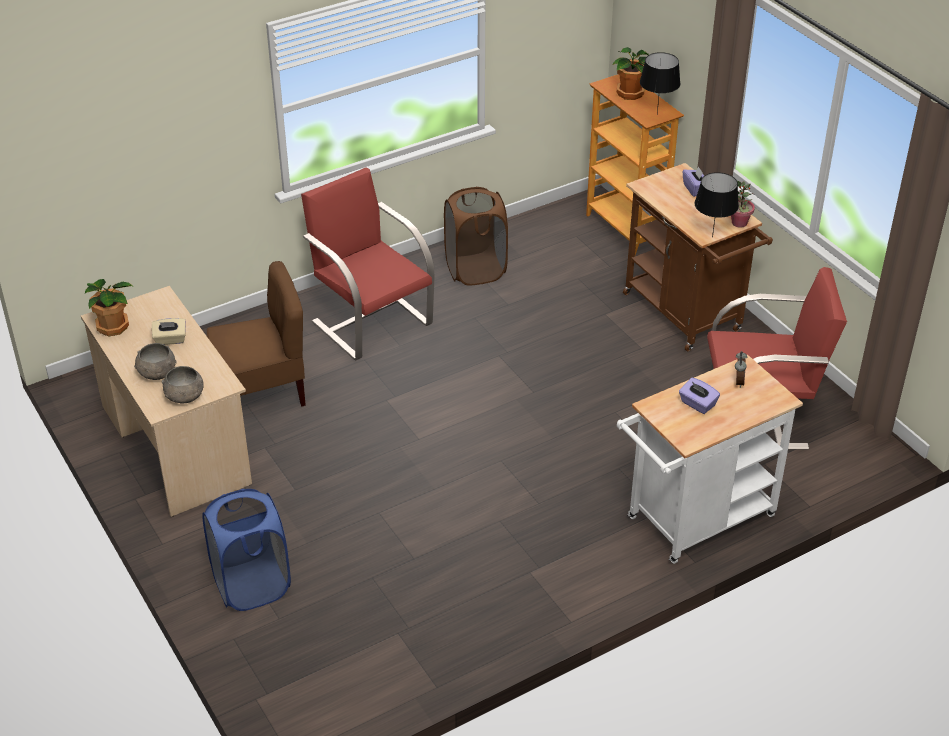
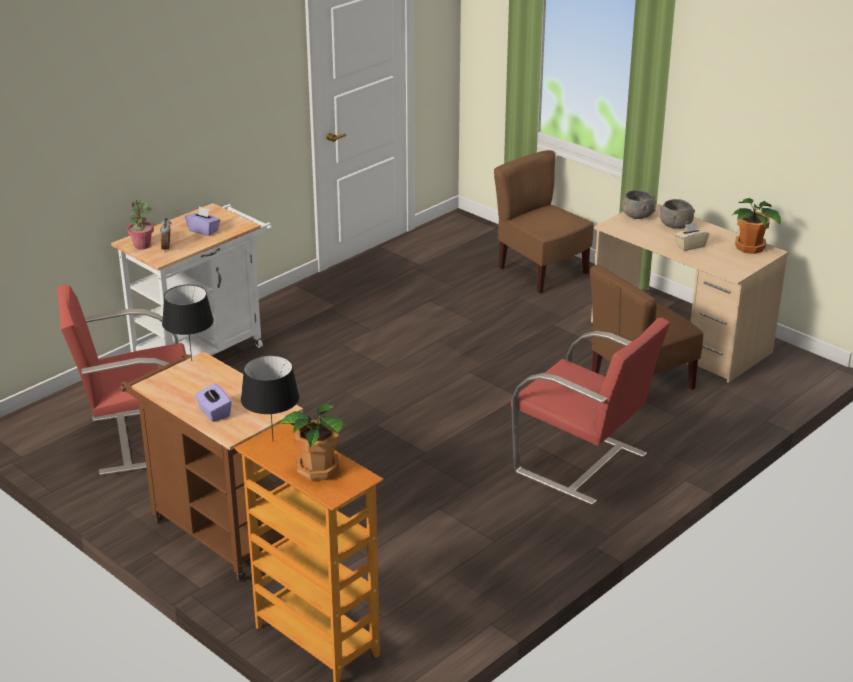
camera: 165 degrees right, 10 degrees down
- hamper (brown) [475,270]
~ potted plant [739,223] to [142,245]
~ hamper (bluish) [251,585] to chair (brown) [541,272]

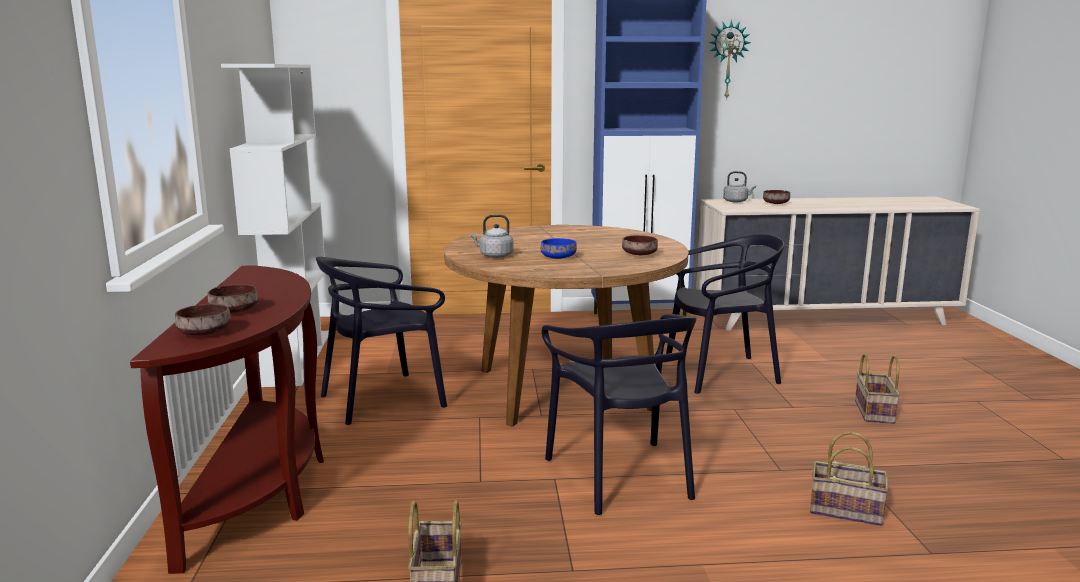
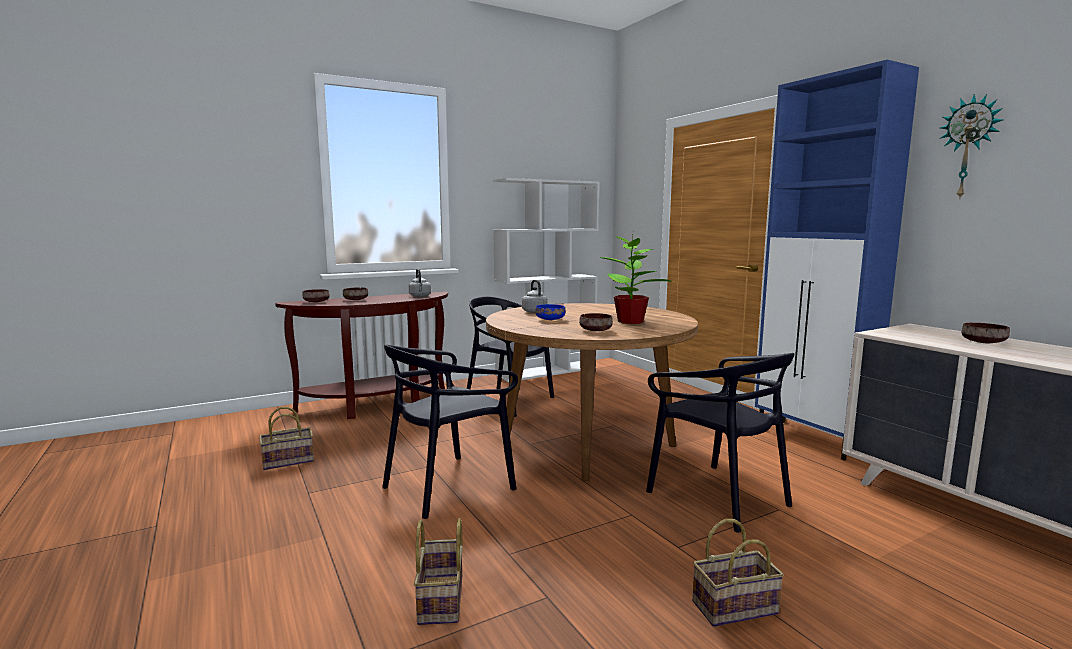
camera: 65 degrees right, 5 degrees down
+ potted plant [631,322]
~ kettle (gray) [736,201] to [420,296]

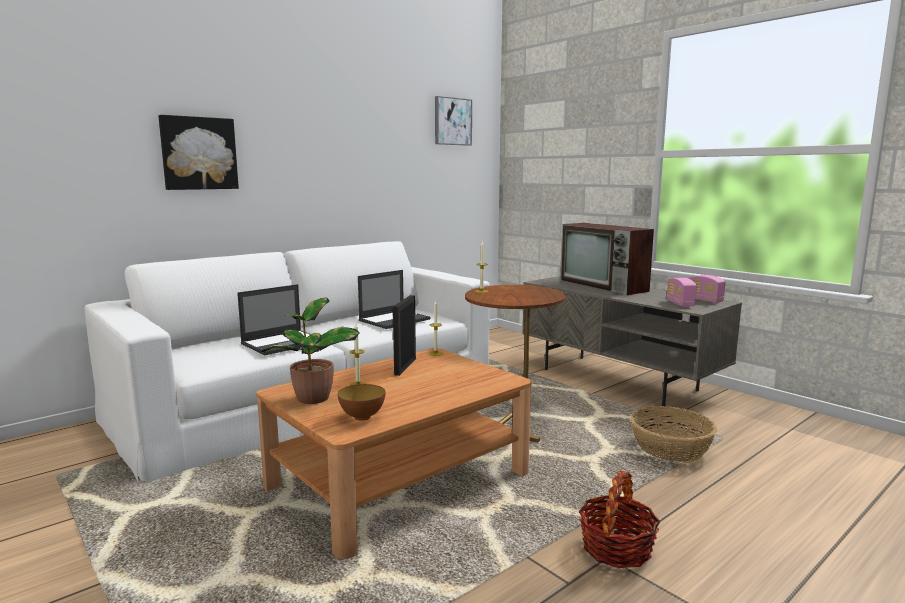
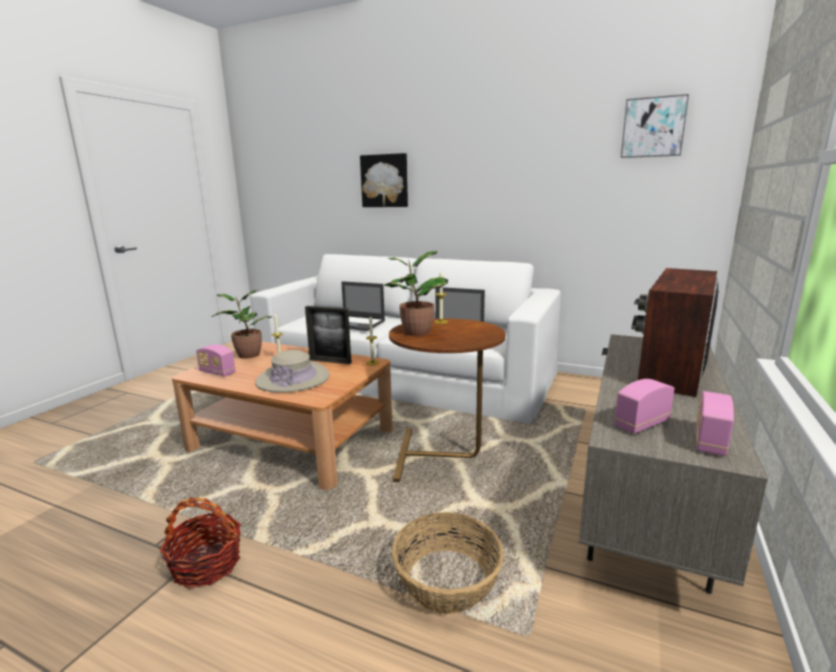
camera: 65 degrees right, 5 degrees up
+ clothing hat (beige-coloured) [293,379]
+ potted plant [415,332]
~ serving bowl [362,417] to radio set [217,372]
~ standing frame [405,366] = [330,361] 150 degrees counterclockwise

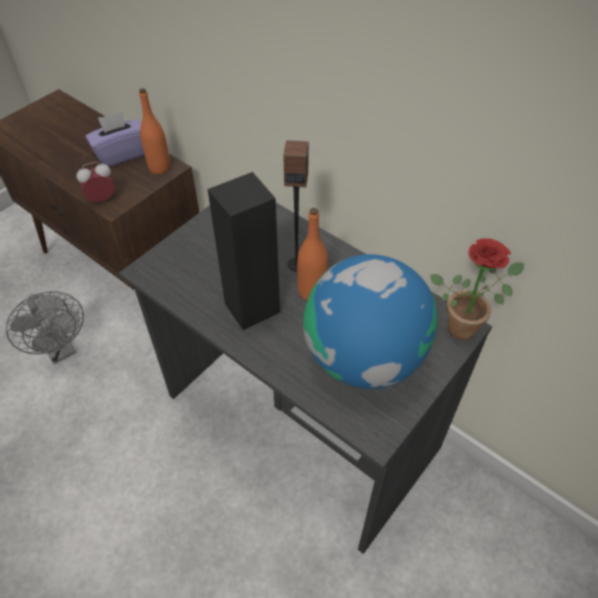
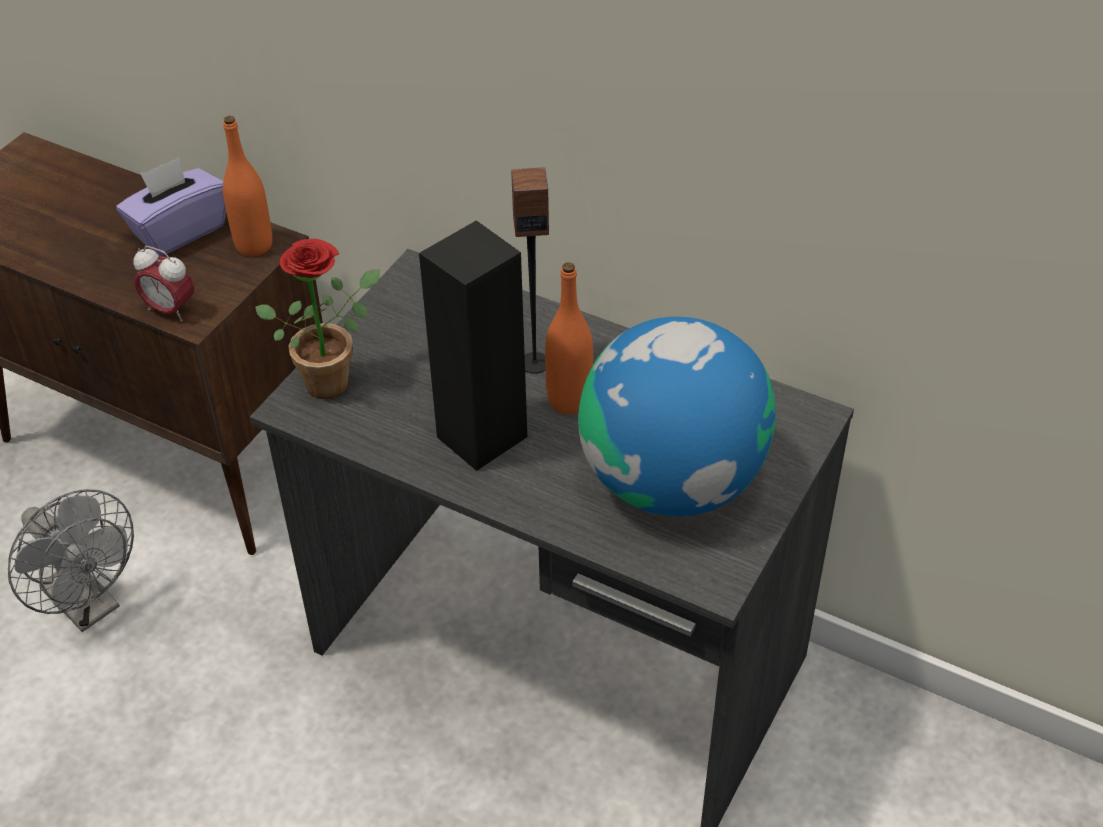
camera: 10 degrees left, 5 degrees down
~ potted plant [465,325] to [334,378]
~ table clock [102,199] = [170,310] 120 degrees counterclockwise

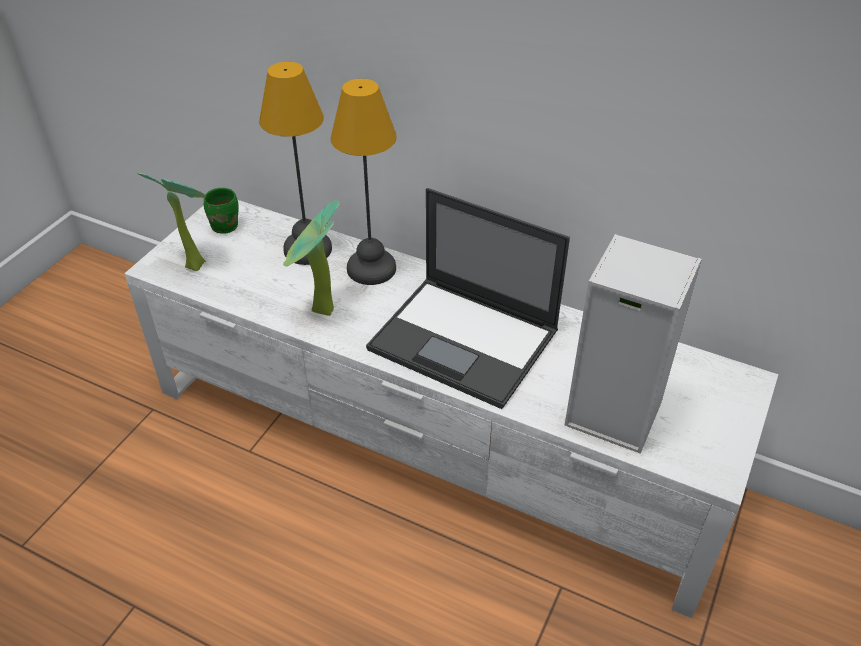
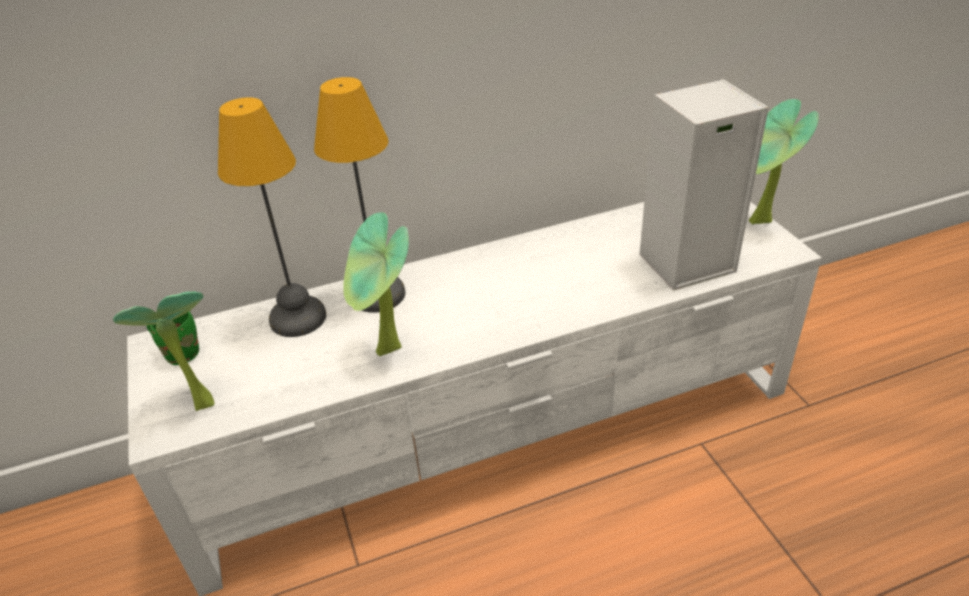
camera: 45 degrees left, 5 degrees down
- portable computer [465,341]
+ potted plant [759,224]

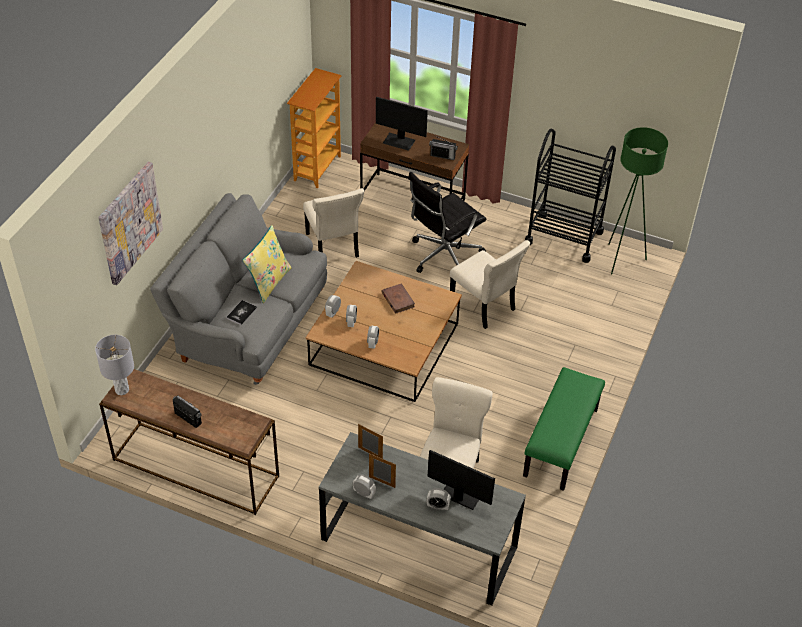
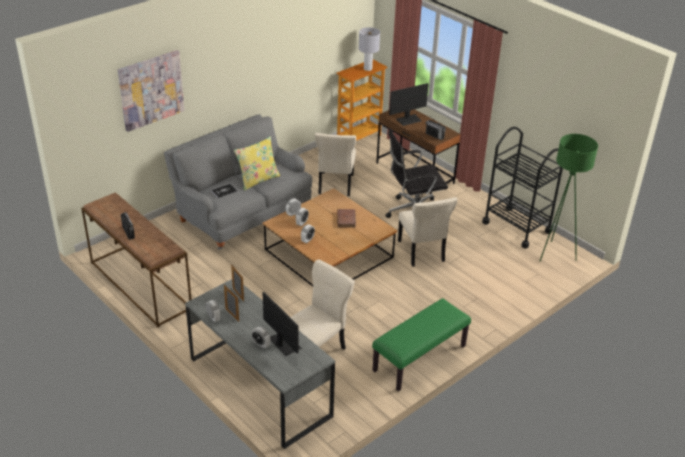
camera: 25 degrees right, 10 degrees down
~ tabletop lamp (gray) [122,390] to [368,69]
~ computer screen [399,141] = [408,119] 75 degrees counterclockwise

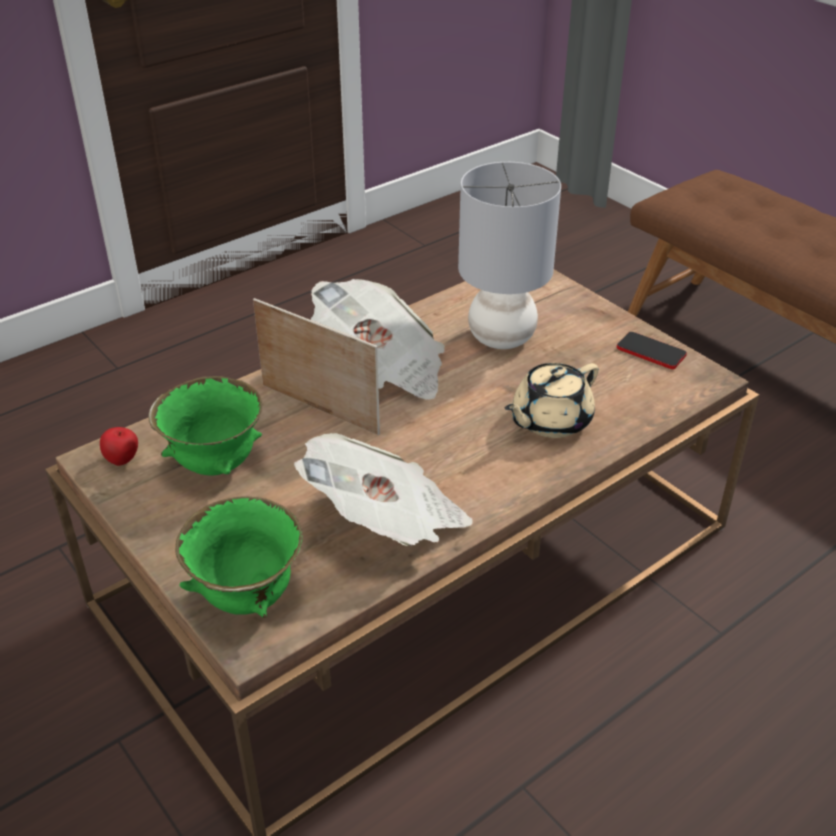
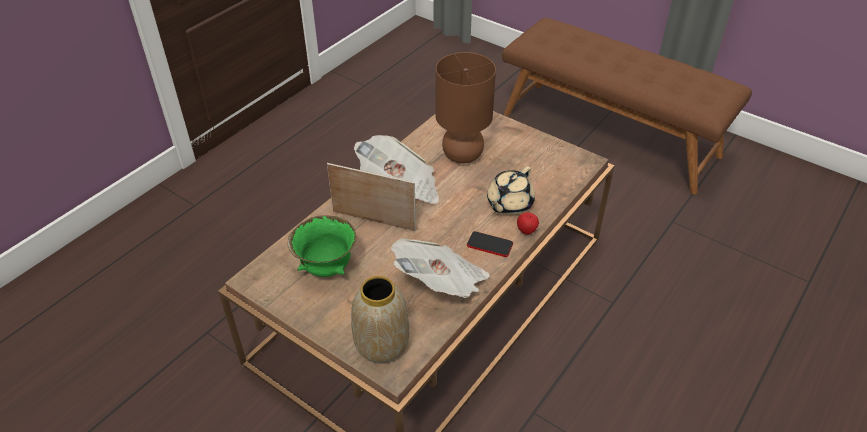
camera: 15 degrees left, 5 degrees up
~ whole apple [123,461] to [527,231]
~ handset [651,352] to [489,245]
~ serving bowl (green) [247,598] to decorative vase [381,345]
~ tabletop lamp (gray) [500,337] to tabletop lamp (brown) [462,155]

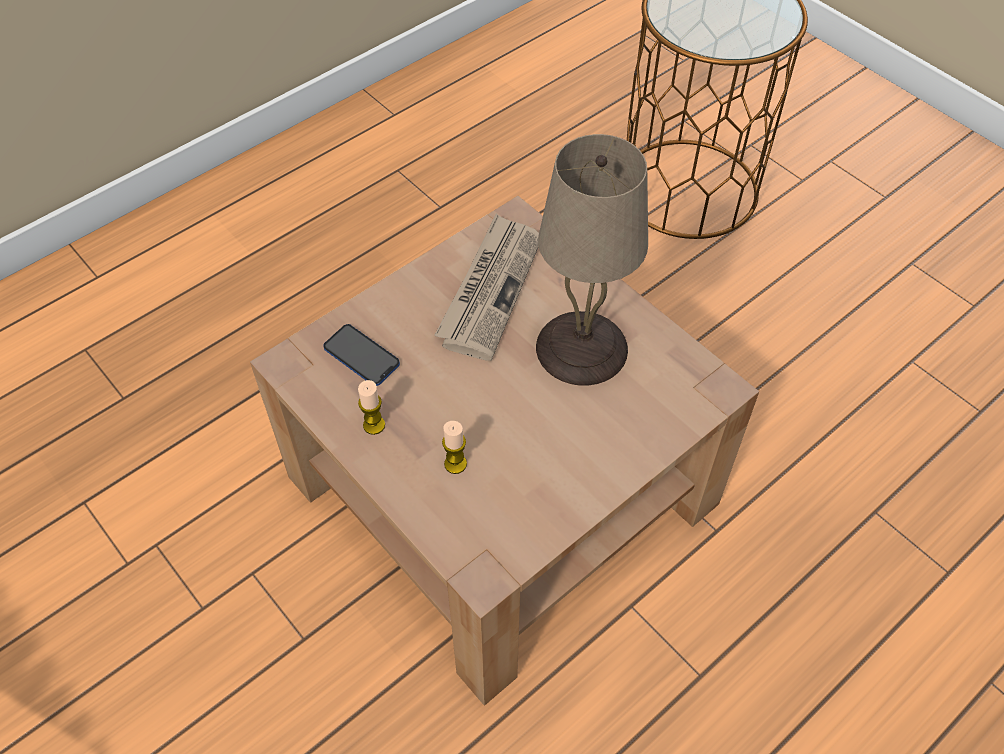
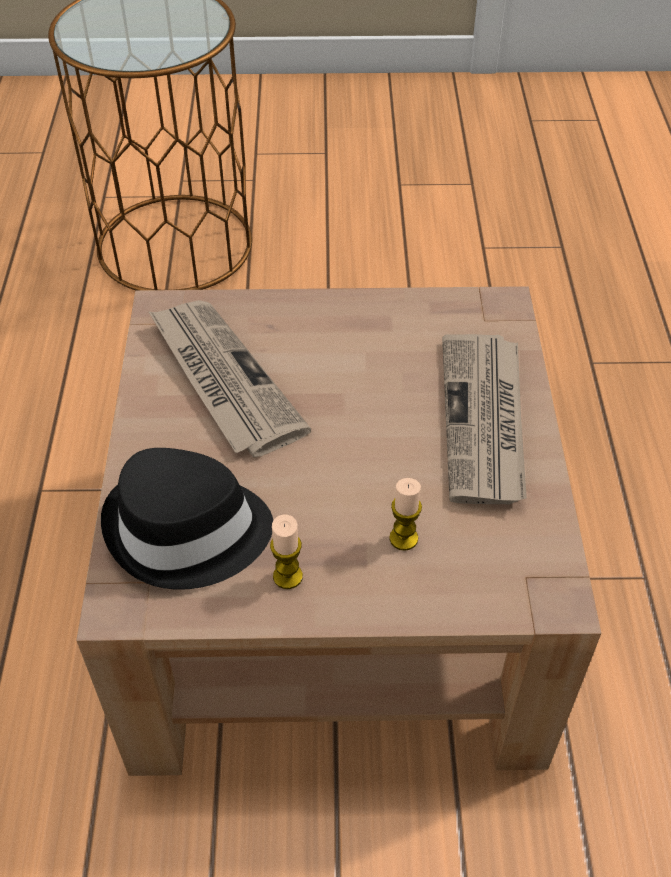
camera: 50 degrees left, 5 degrees down
- tabletop lamp (beige-coloured) [582,346]
+ daily paper [484,421]
~ handset [361,356] to clothing hat (black) [188,532]

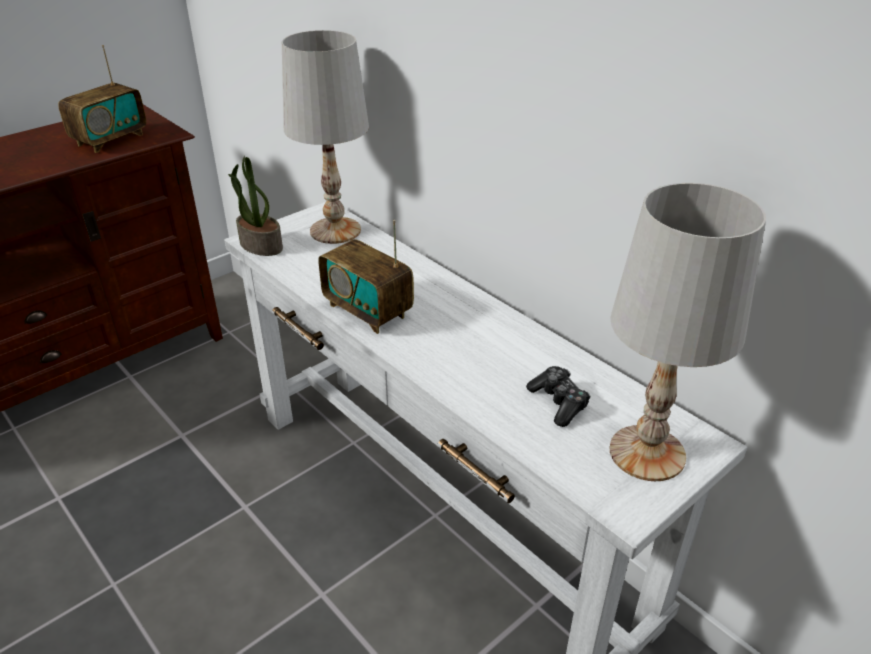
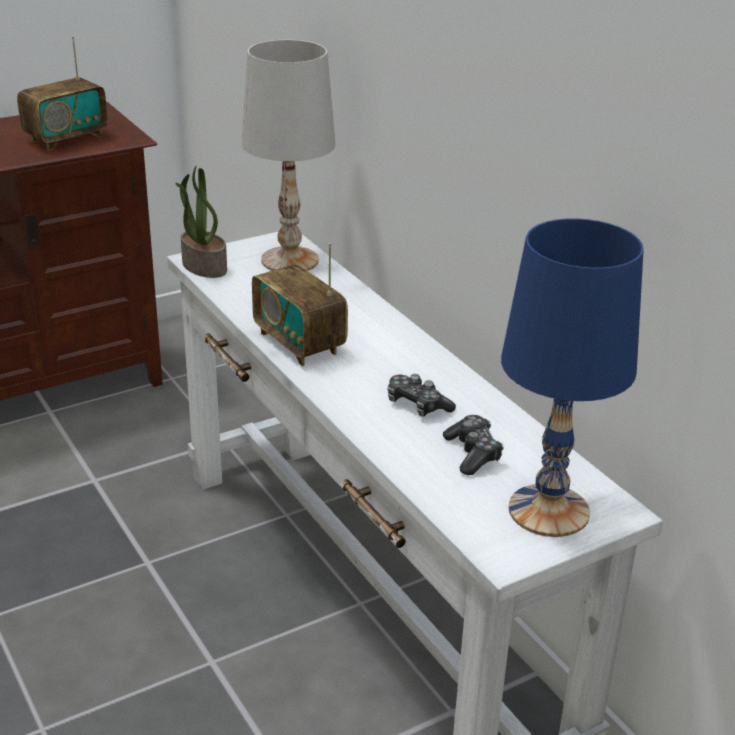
camera: 10 degrees right, 5 degrees down
+ gamepad [417,405]
~ tabletop lamp (white) [647,452] to tabletop lamp (bluish) [549,510]

